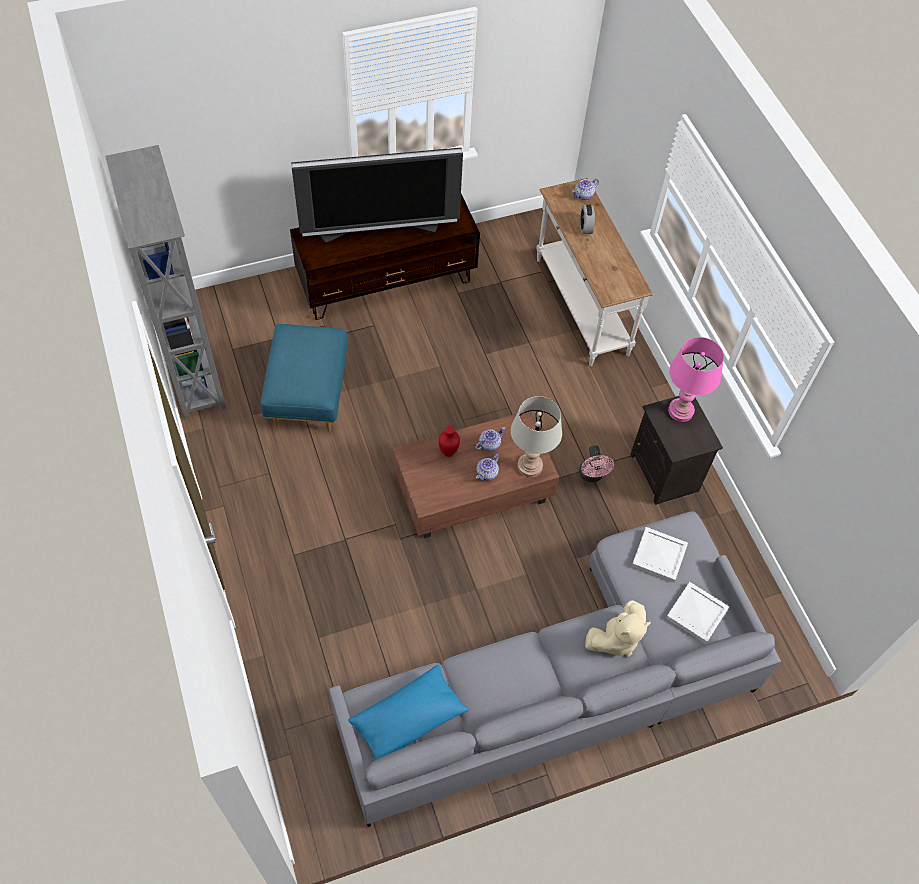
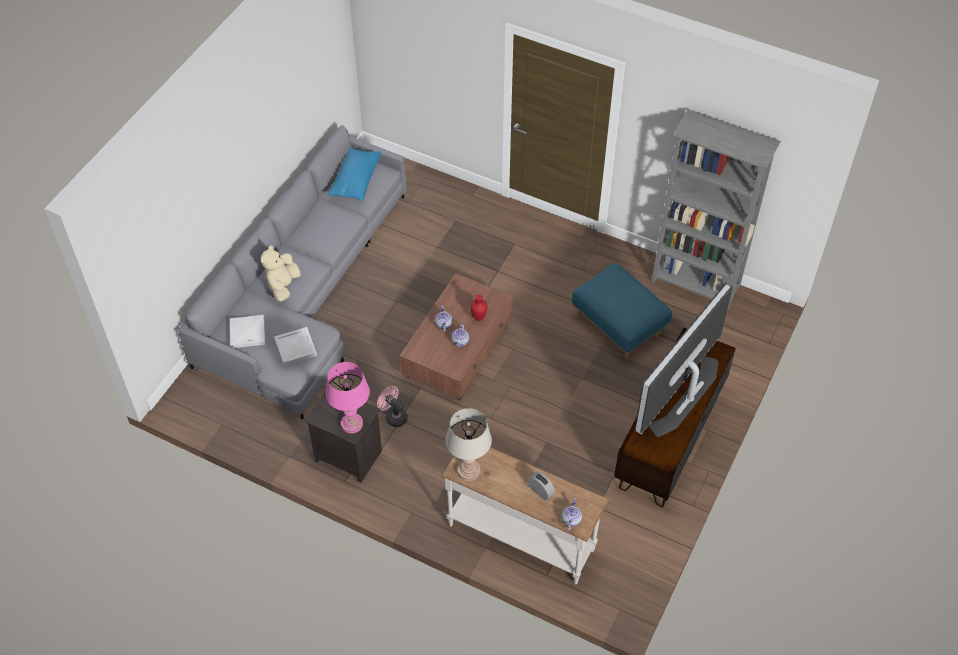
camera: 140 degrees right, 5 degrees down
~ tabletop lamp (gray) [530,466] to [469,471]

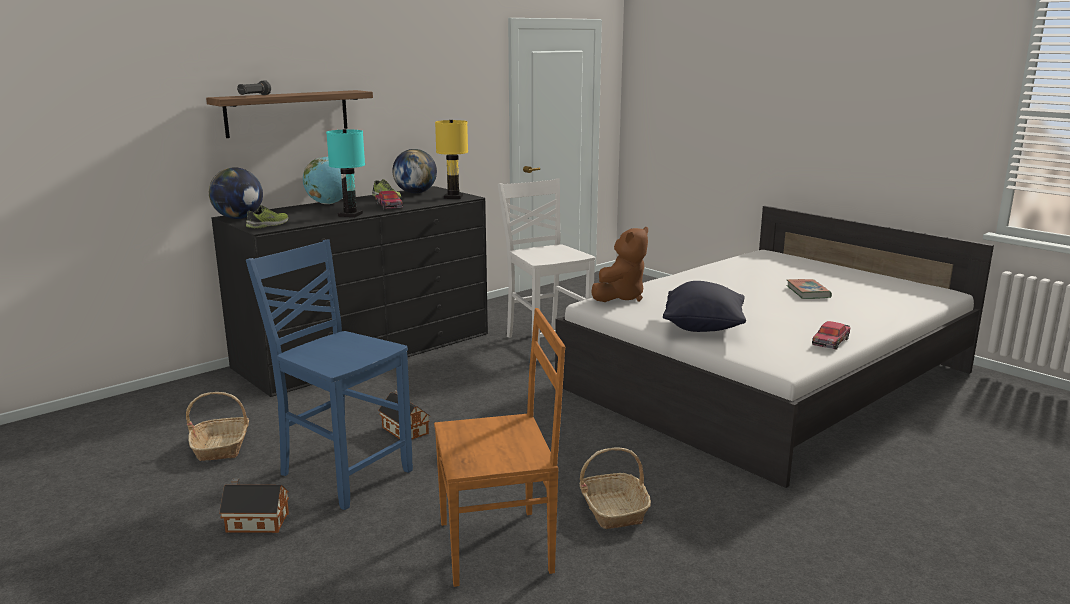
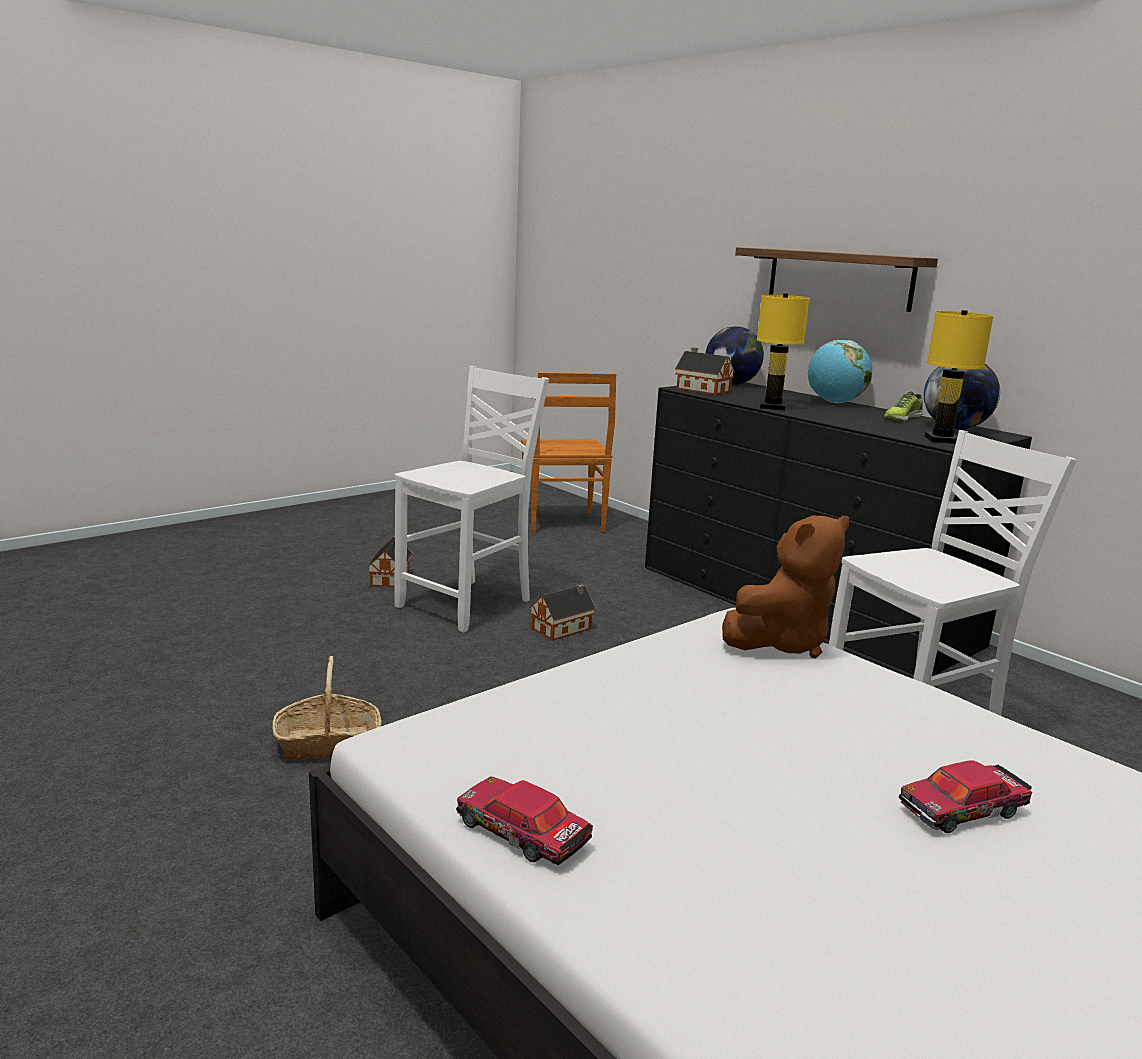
camera: 90 degrees right, 0 degrees up
- household basket [222,446]
- torch (black) [254,95]
- pillow (black) [703,328]
- bound book [808,292]
~ toy car [389,206] to [963,809]
~ chair (brown) [499,546] to [562,523]
~ low shoe [268,225] to toy house [701,389]
~ chair (bluish) [343,473] to chair (white) [468,604]
~ tabletop lamp (blue-green) [350,215] to tabletop lamp (yellow) [772,407]
~ plush toy (brown) [620,297] = [781,642] 75 degrees counterclockwise

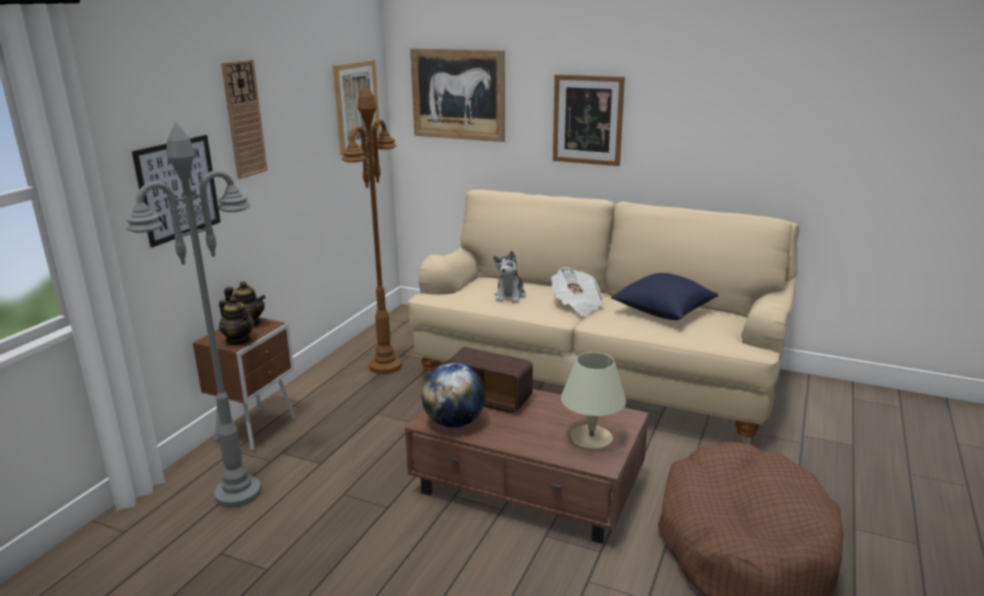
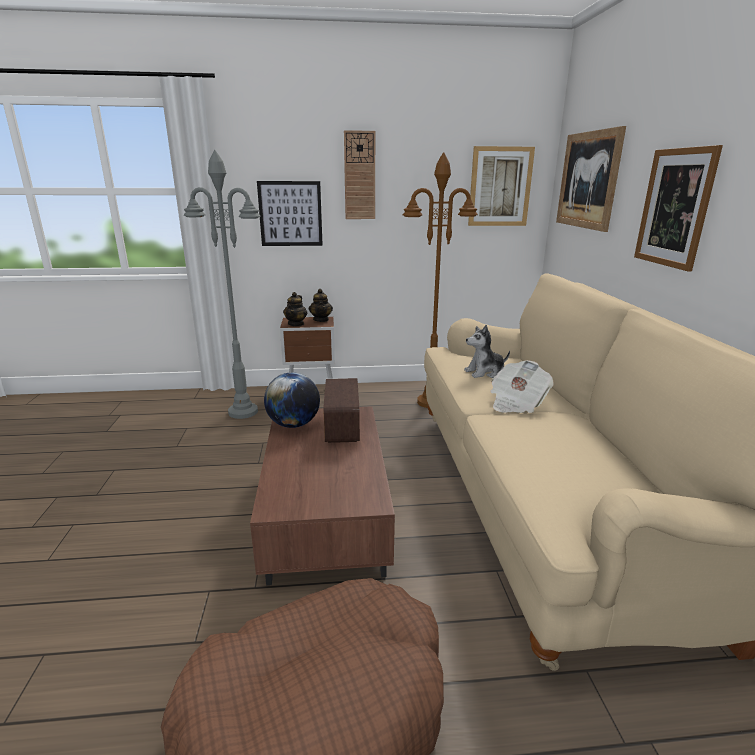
camera: 60 degrees right, 0 degrees up
- tabletop lamp (beige-coloured) [591,438]
- pillow (bluish) [663,311]

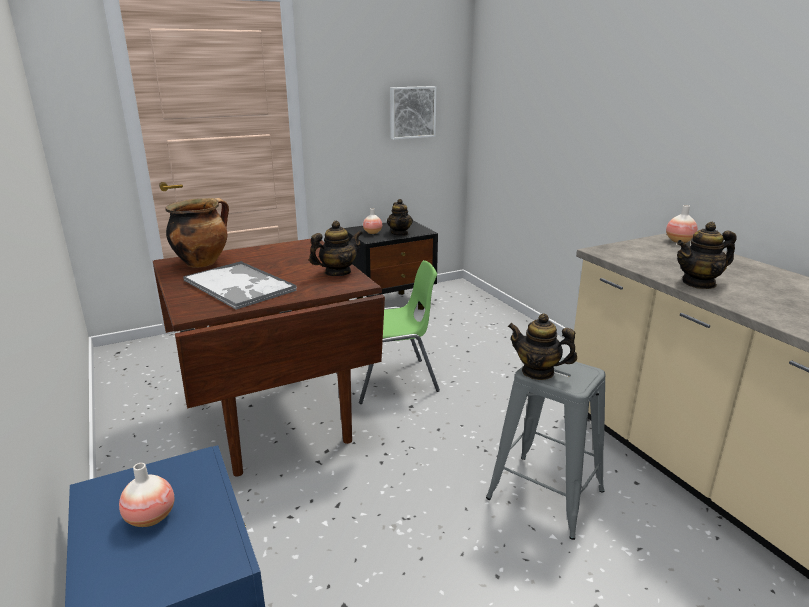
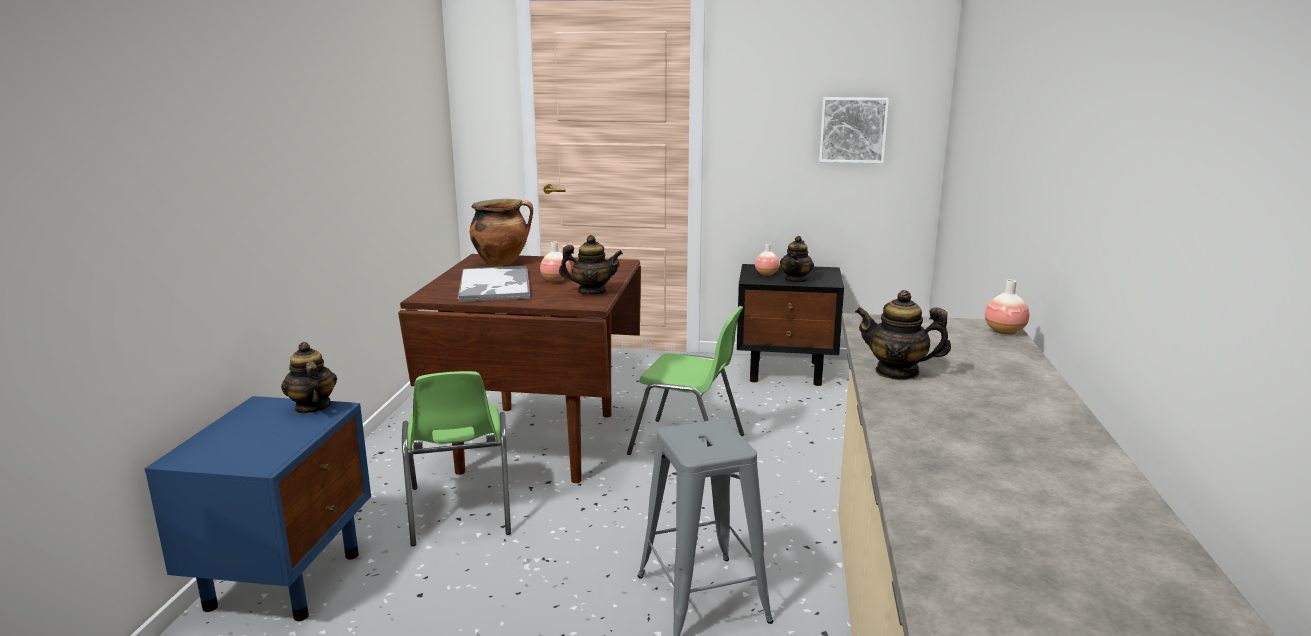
camera: 35 degrees right, 5 degrees down
+ chair (green) [460,511]
~ decorative vase [150,518] to [555,280]
~ pot for tea [538,372] to [312,407]

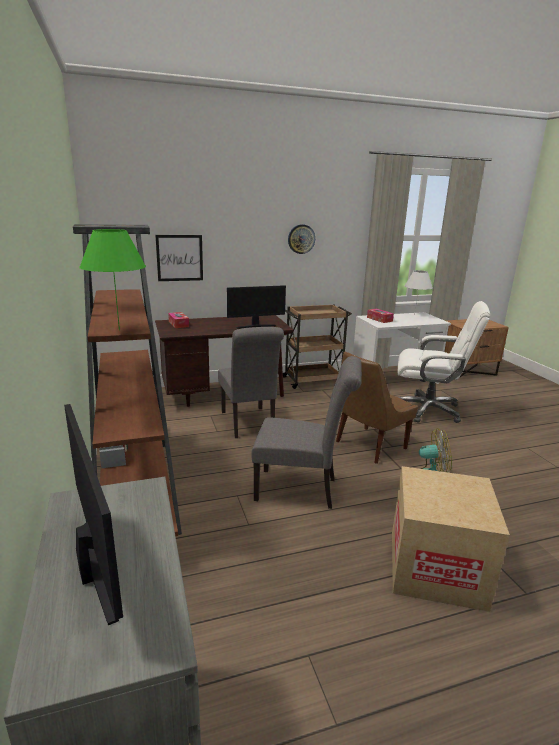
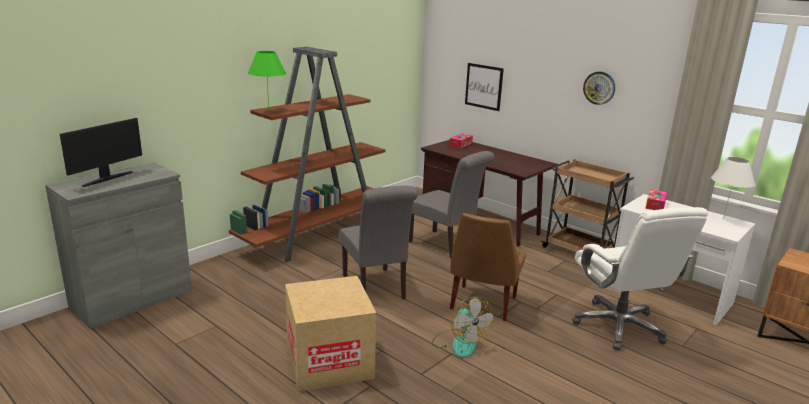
camera: 60 degrees right, 0 degrees up
- computer screen [255,326]
~ chair (gray) [249,424] = [445,246] 90 degrees counterclockwise
~ chair (brown) [368,446] = [482,304] 90 degrees counterclockwise

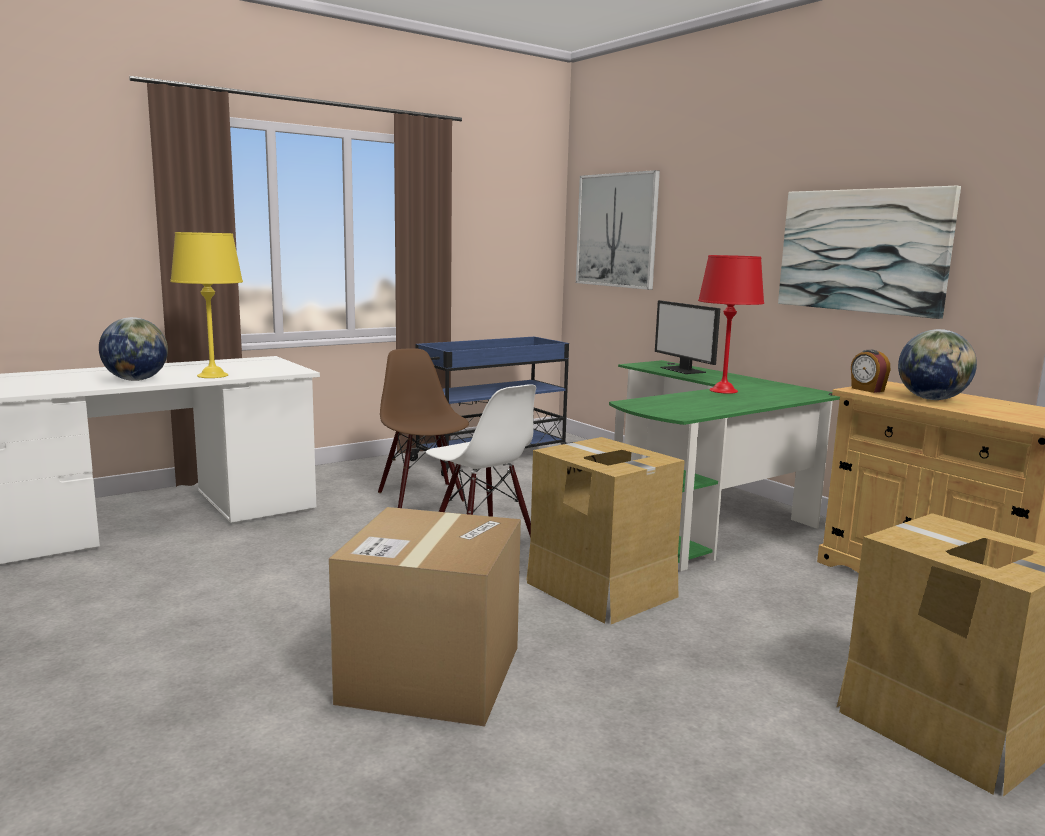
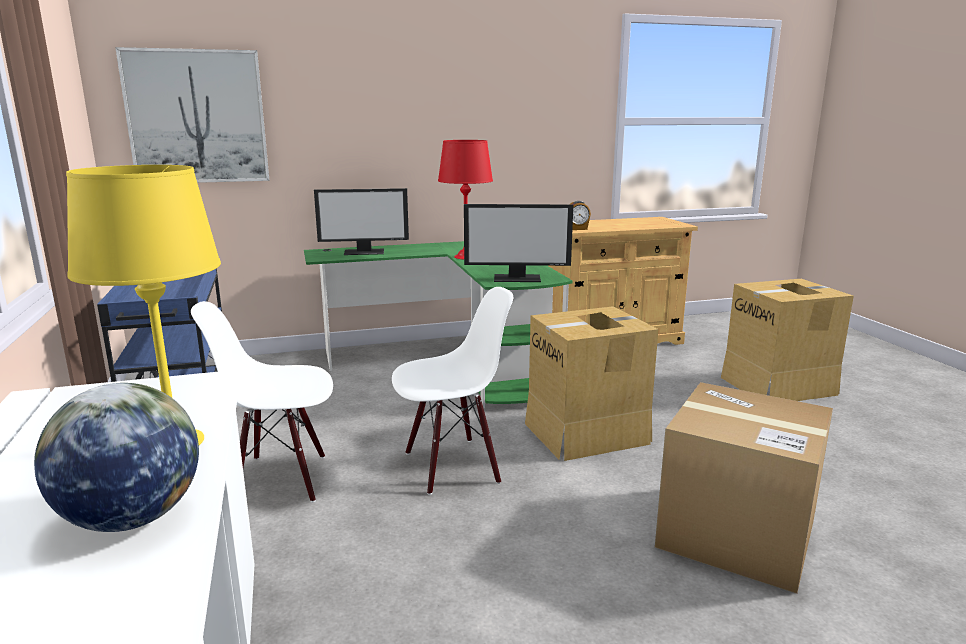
camera: 70 degrees left, 5 degrees up
- wall picture [862,250]
- world globe [932,399]
+ computer screen [517,278]
~ chair (brown) [422,496] to chair (white) [281,480]

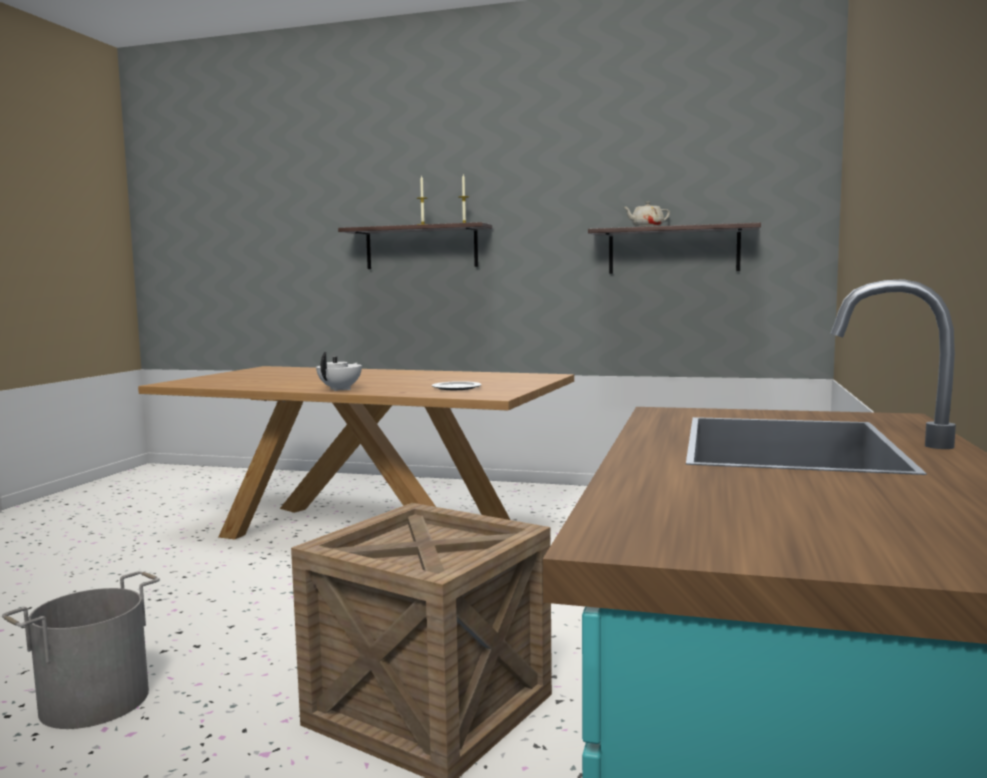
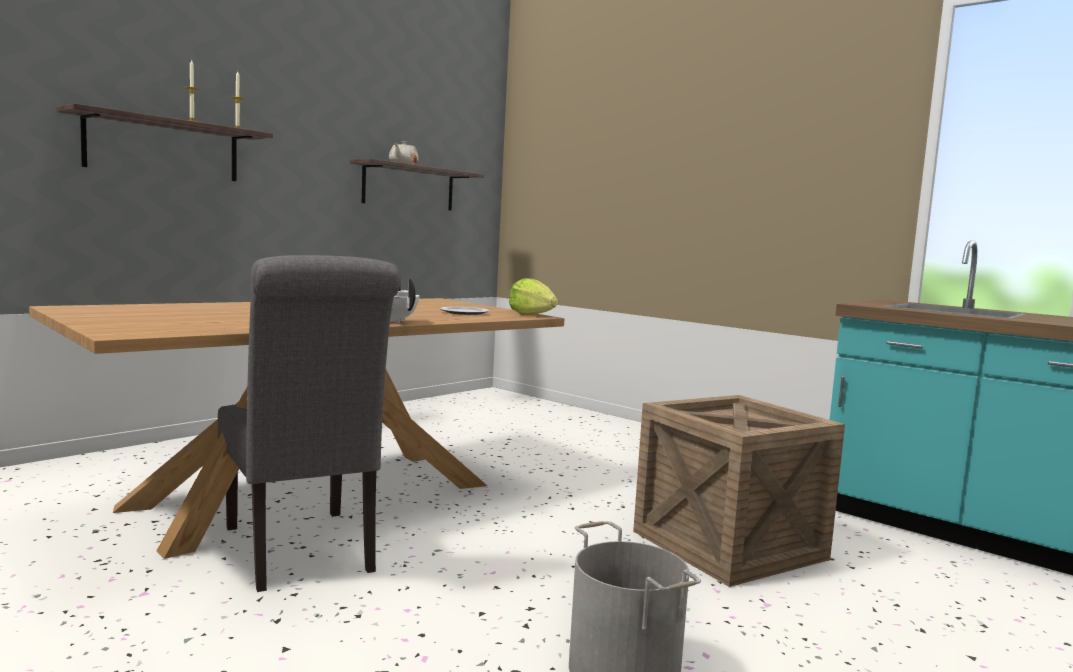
camera: 65 degrees left, 0 degrees up
+ chair (gray) [302,553]
+ lettuce head [532,314]

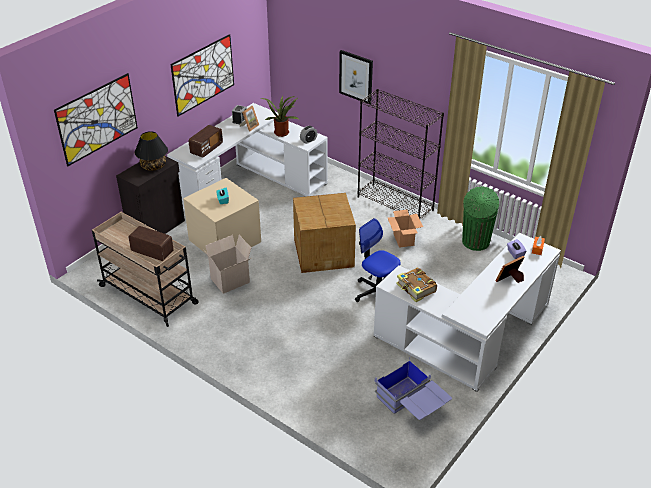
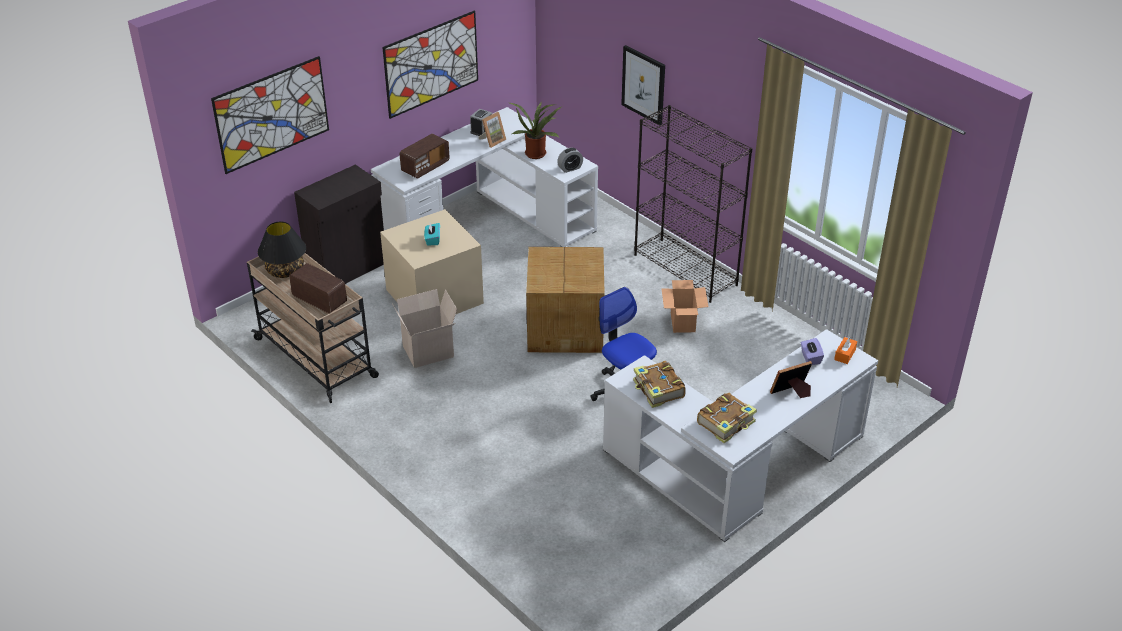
camera: 10 degrees right, 0 degrees up
- storage container (bluish) [412,406]
- waste bin (green) [475,242]
+ bound book [726,423]
~ tabletop lamp (black) [153,166] to [285,270]

